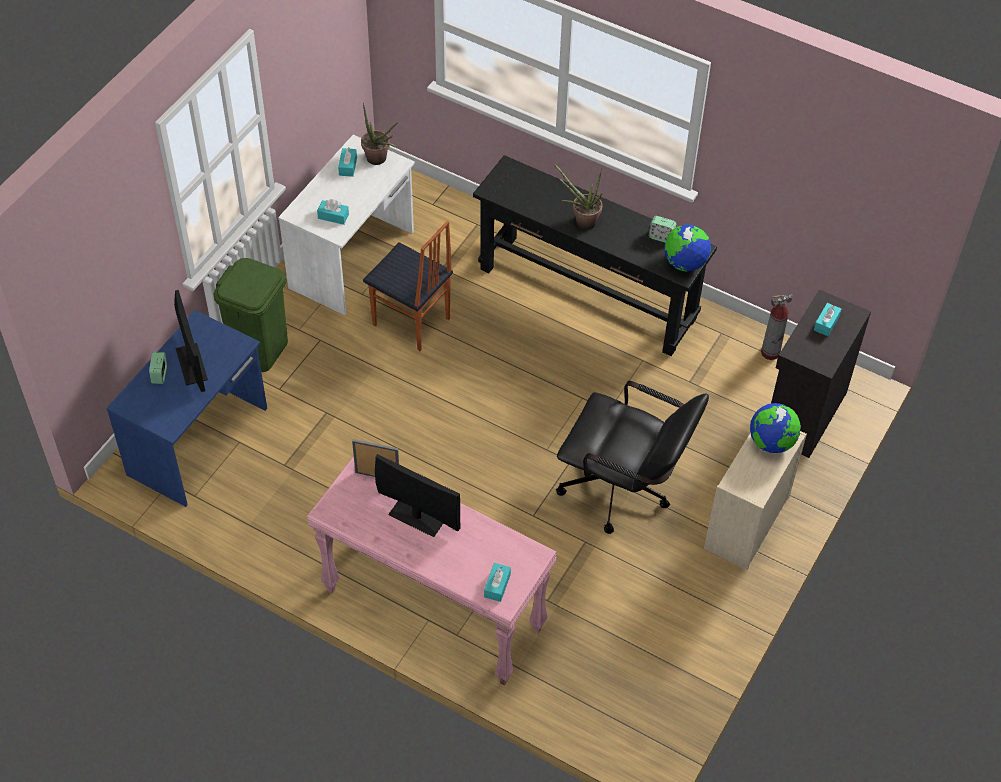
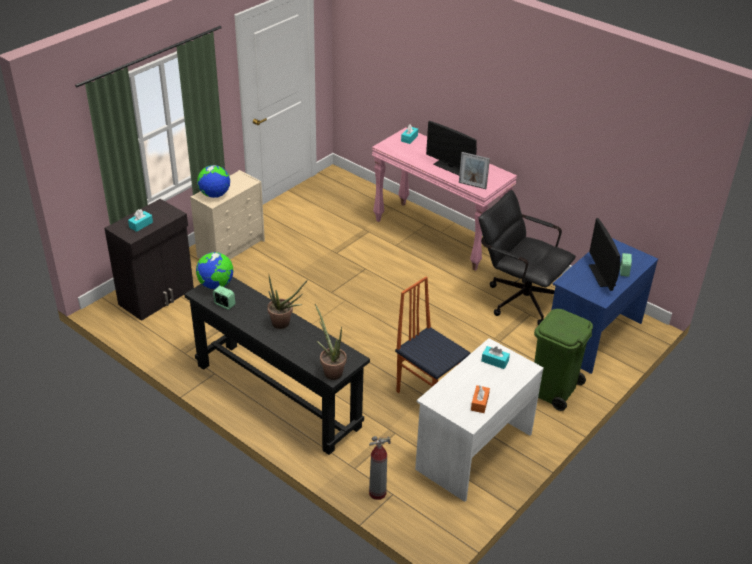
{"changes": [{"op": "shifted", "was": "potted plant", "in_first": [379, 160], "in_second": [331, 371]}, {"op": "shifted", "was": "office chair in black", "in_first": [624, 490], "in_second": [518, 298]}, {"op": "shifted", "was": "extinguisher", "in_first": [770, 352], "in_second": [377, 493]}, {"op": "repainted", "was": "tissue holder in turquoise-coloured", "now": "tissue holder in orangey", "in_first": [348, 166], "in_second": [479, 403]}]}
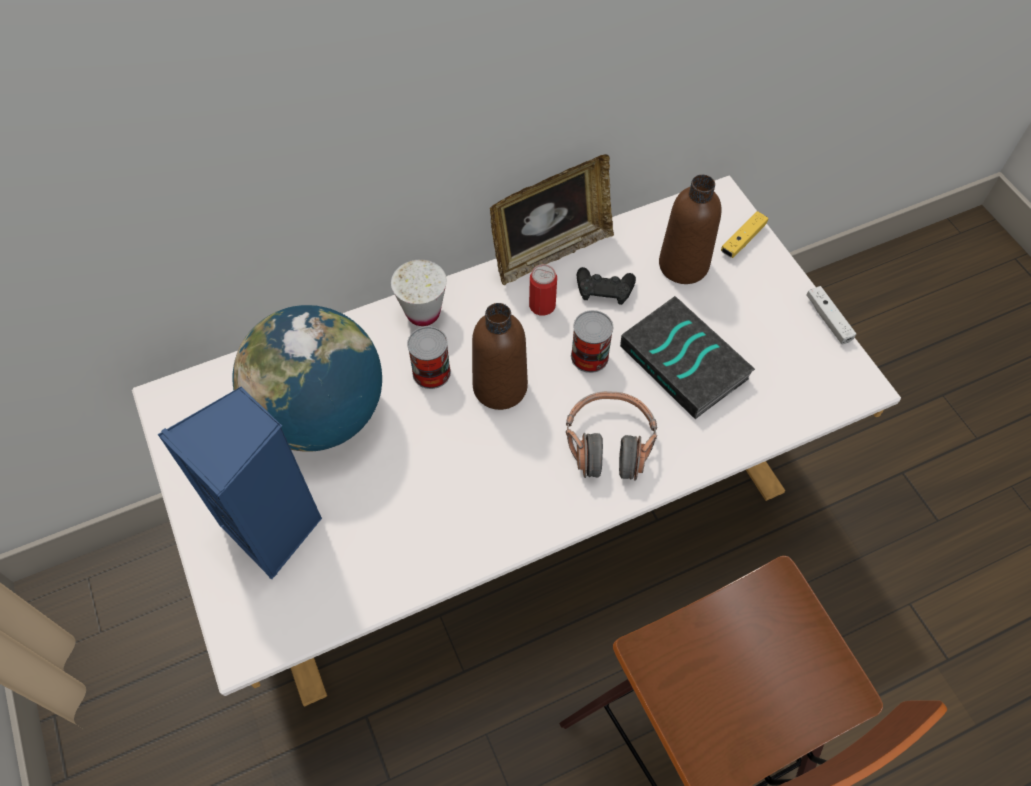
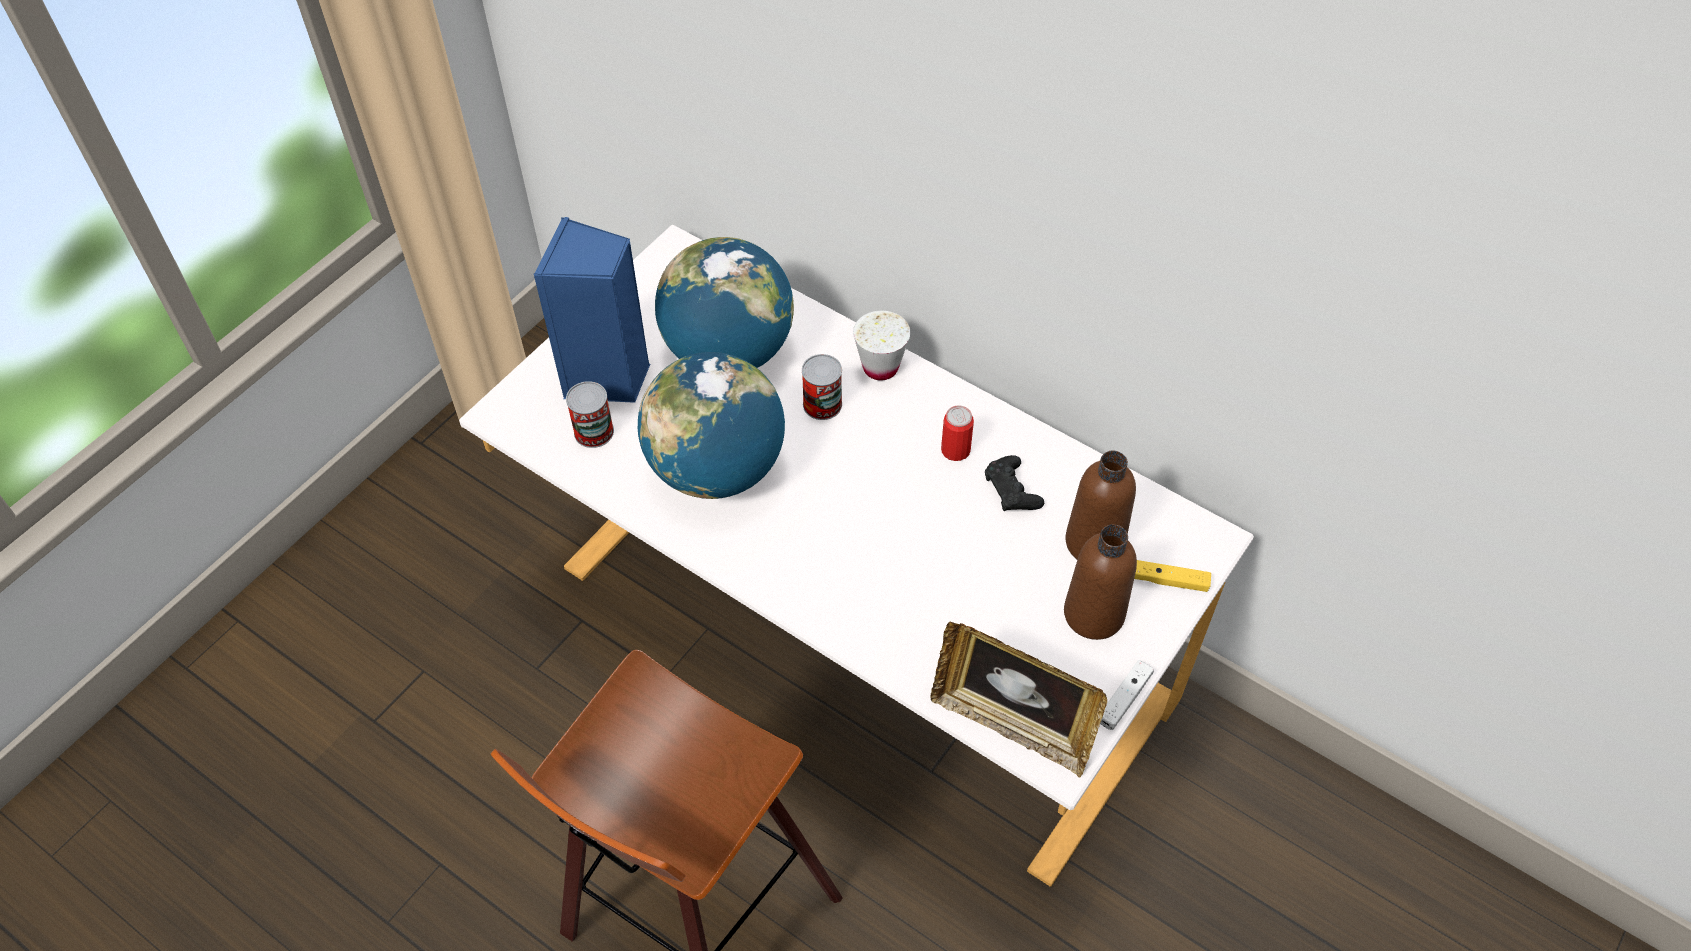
{"changes": [{"op": "gone", "was": "headphones", "in_first": [609, 444]}, {"op": "gone", "was": "volume", "in_first": [686, 362]}, {"op": "new", "now": "globe", "in_second": [716, 469]}, {"op": "shifted", "was": "beverage bottle in brownish", "in_first": [500, 387], "in_second": [1093, 614]}, {"op": "shifted", "was": "standing frame", "in_first": [550, 251], "in_second": [1012, 724]}, {"op": "shifted", "was": "metal can", "in_first": [589, 356], "in_second": [594, 432]}]}
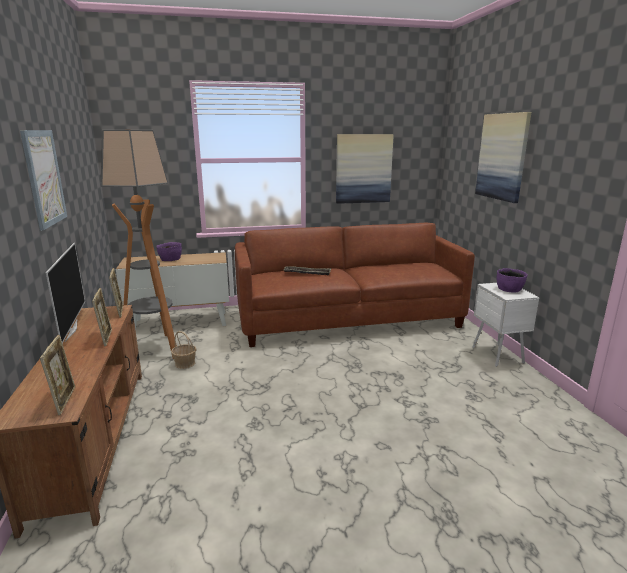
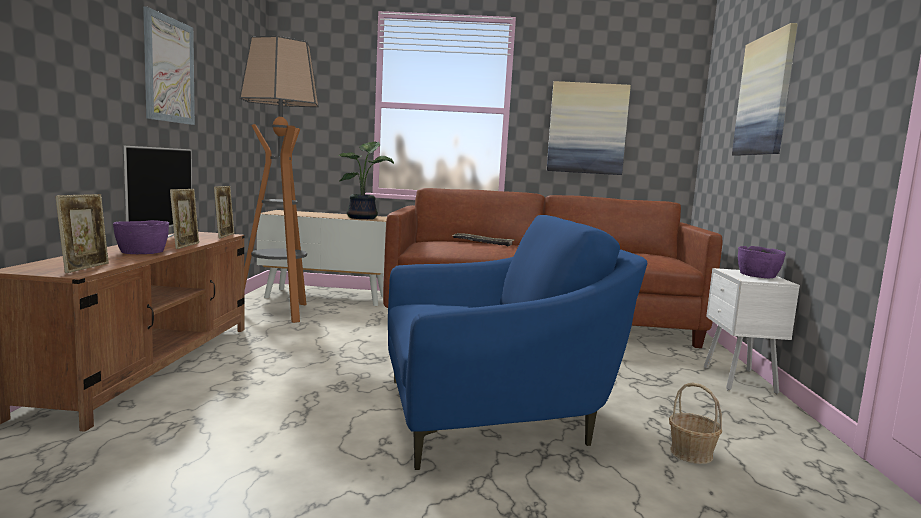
{"changes": [{"op": "new", "now": "potted plant", "in_second": [364, 218]}, {"op": "new", "now": "armchair in blue", "in_second": [493, 415]}, {"op": "shifted", "was": "deep dish in purple", "in_first": [170, 259], "in_second": [141, 252]}, {"op": "shifted", "was": "storage basket", "in_first": [185, 364], "in_second": [691, 454]}]}
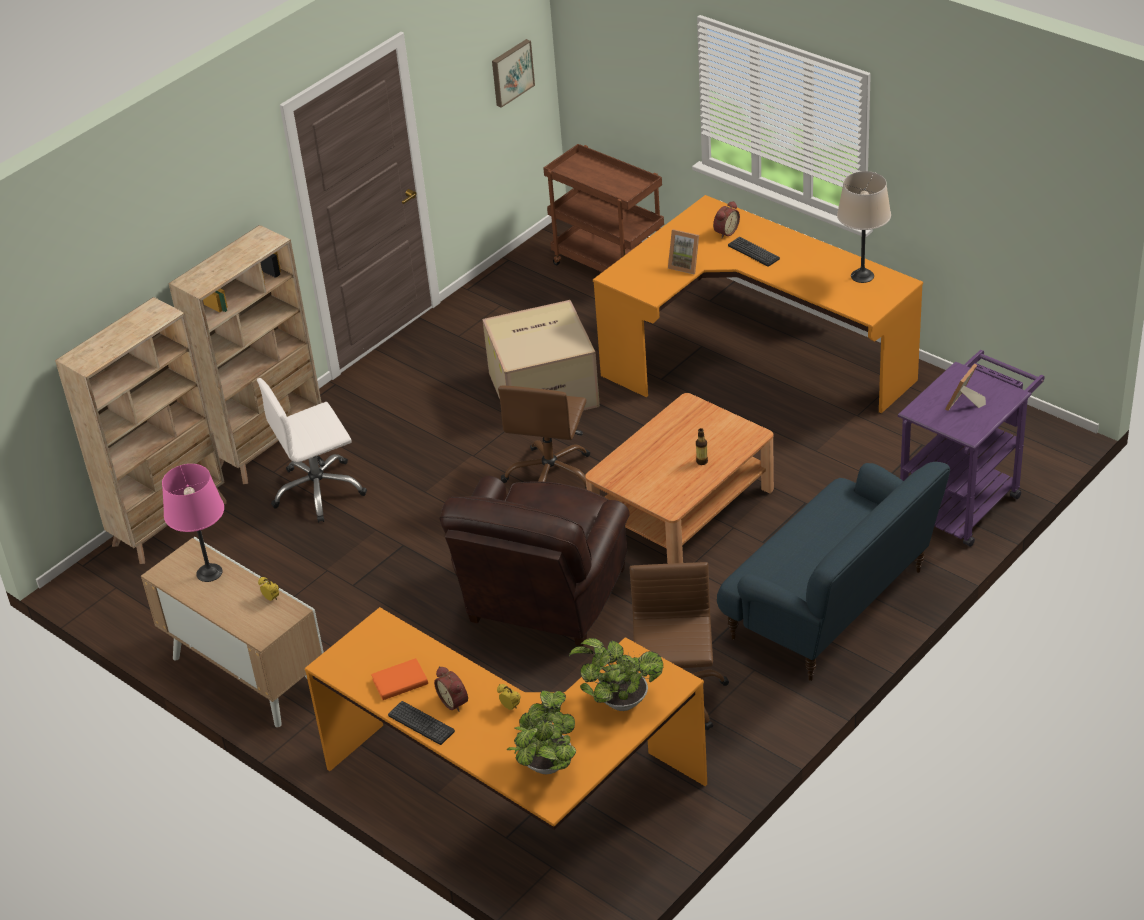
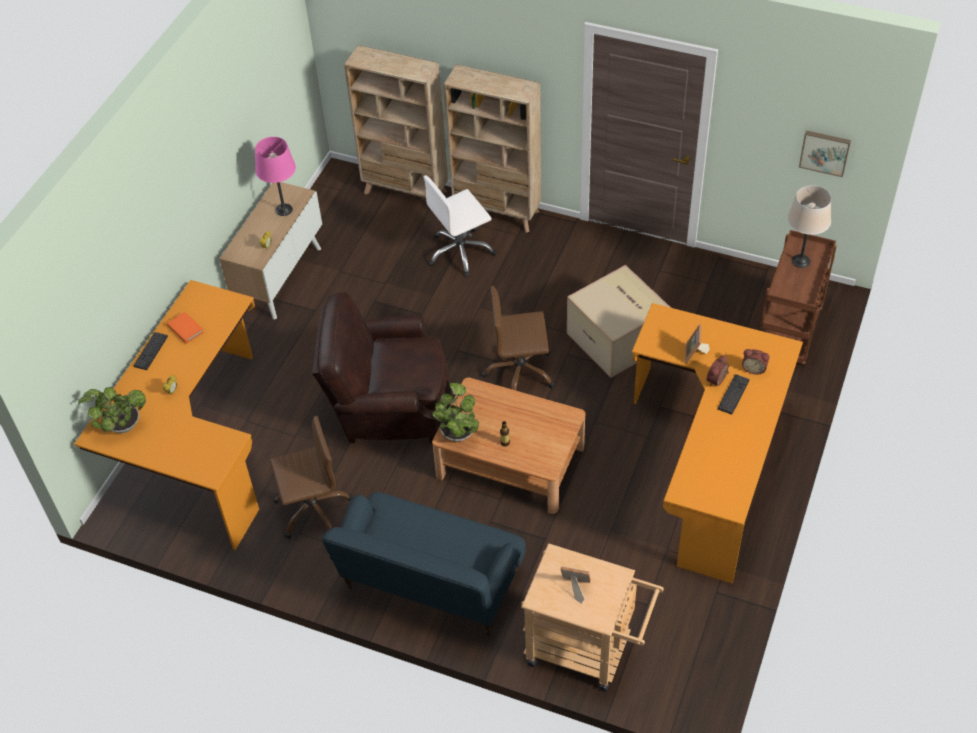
{"changes": [{"op": "shifted", "was": "bedside clock", "in_first": [455, 701], "in_second": [718, 381]}, {"op": "shifted", "was": "potted plant", "in_first": [619, 701], "in_second": [457, 432]}, {"op": "shifted", "was": "lamp for a table in beige-coloured", "in_first": [862, 276], "in_second": [801, 261]}, {"op": "repainted", "was": "wheeled cart in purple", "now": "wheeled cart in beige-coloured", "in_first": [965, 499], "in_second": [587, 650]}, {"op": "rotated", "was": "office chair in whitish", "in_first": [318, 491], "in_second": [460, 252], "clockwise": -75}]}
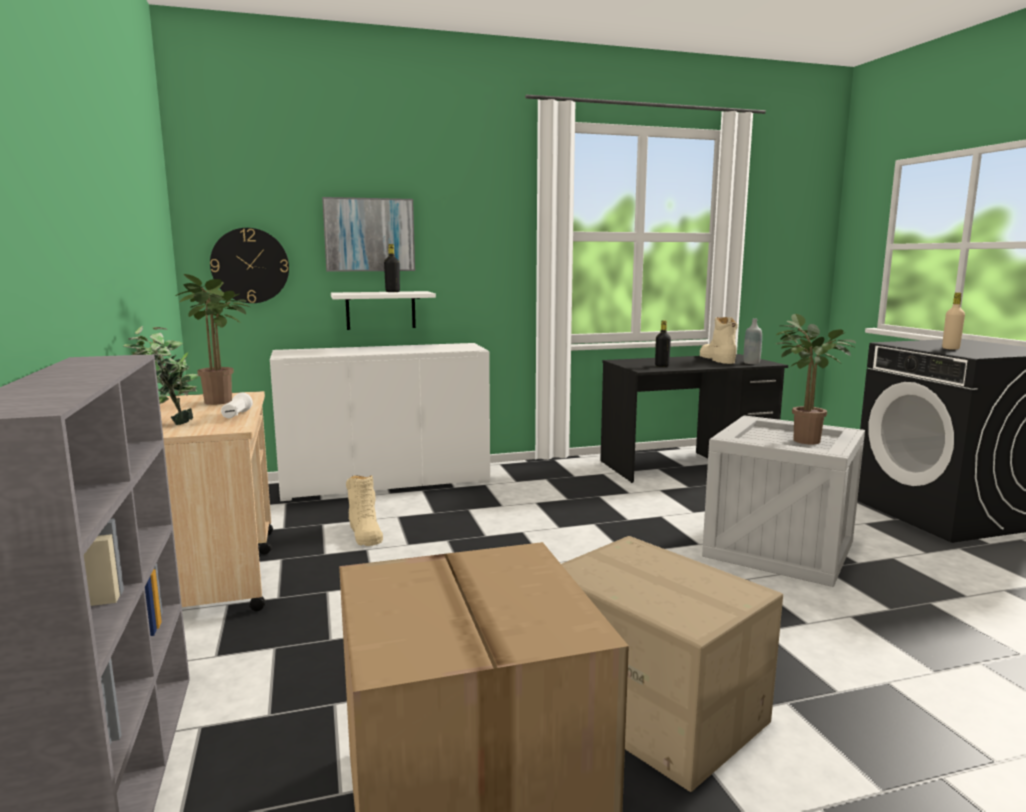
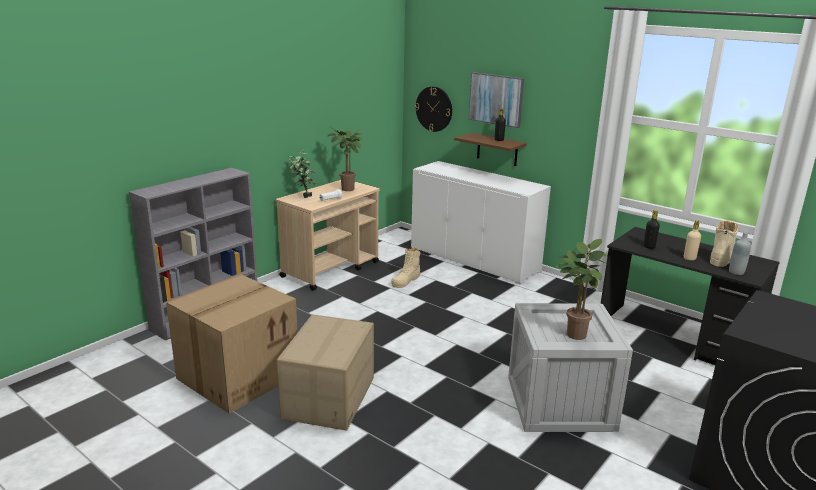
{"changes": [{"op": "shifted", "was": "beverage bottle in beige-coloured", "in_first": [950, 348], "in_second": [689, 258]}, {"op": "repainted", "was": "shelf in whitish", "now": "shelf in brownish", "in_first": [380, 310], "in_second": [497, 149]}]}
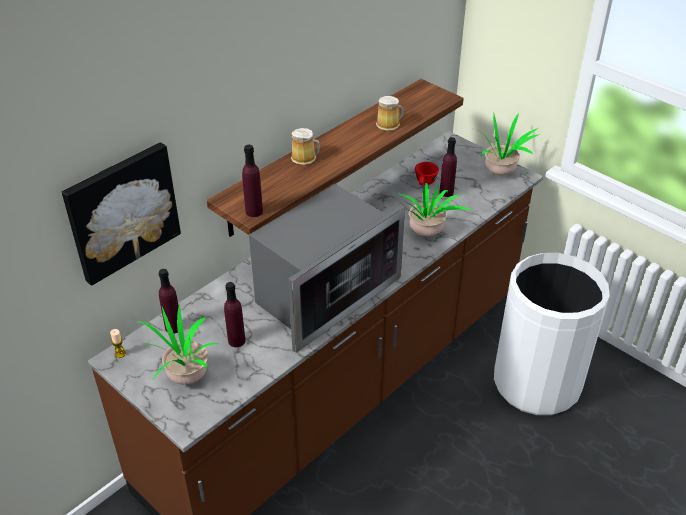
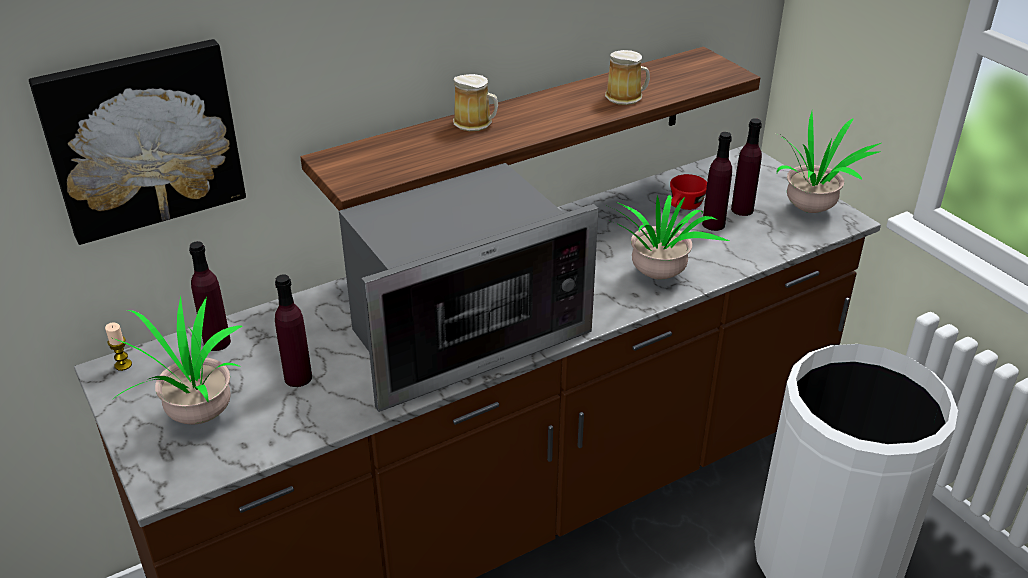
{"changes": [{"op": "shifted", "was": "beverage bottle in purple", "in_first": [254, 211], "in_second": [742, 209]}]}
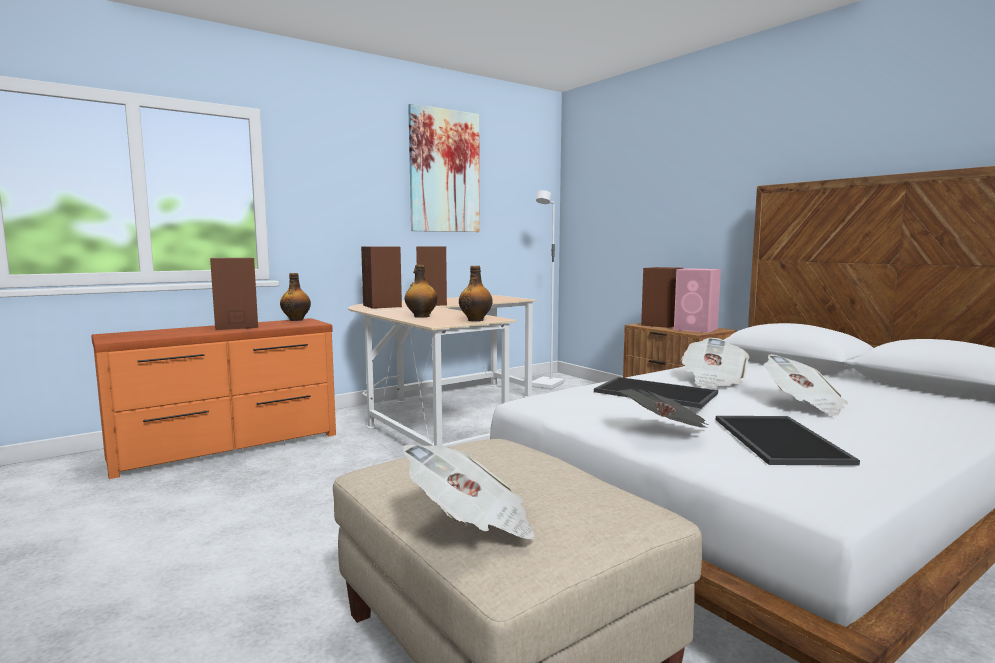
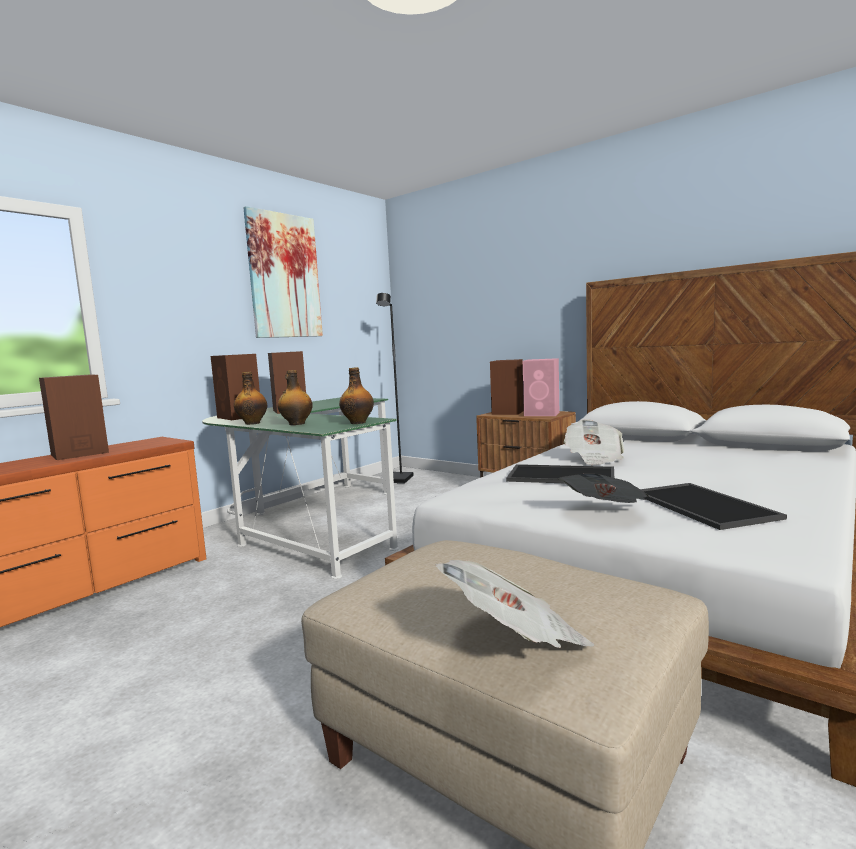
{"changes": [{"op": "gone", "was": "printed paper", "in_first": [804, 405]}, {"op": "shifted", "was": "beverage bottle", "in_first": [296, 320], "in_second": [252, 423]}, {"op": "repainted", "was": "desk unit in beige-coloured", "now": "desk unit in greenish", "in_first": [442, 416], "in_second": [311, 523]}, {"op": "repainted", "was": "standard lamp in whitish", "now": "standard lamp in black", "in_first": [547, 385], "in_second": [399, 479]}]}
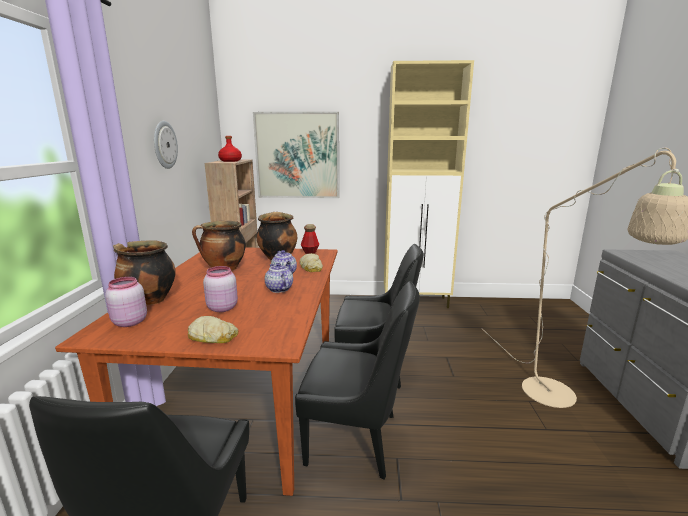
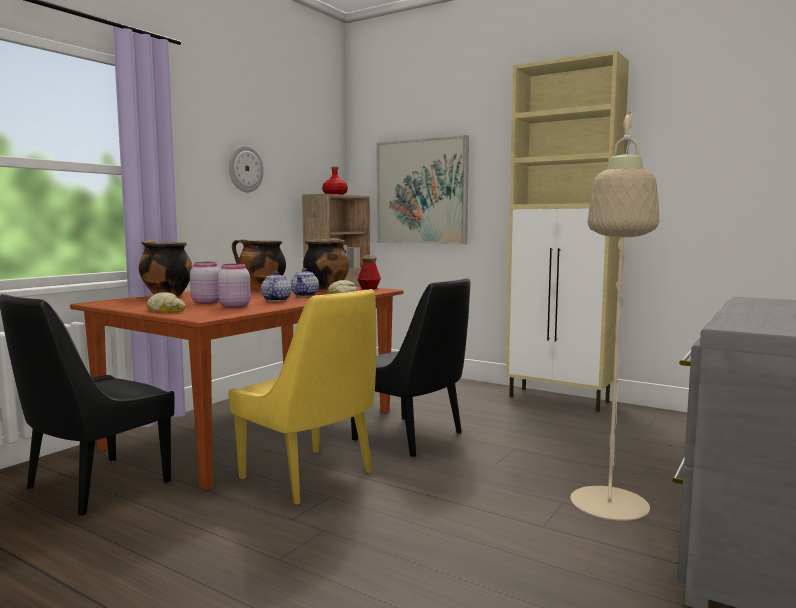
{"changes": [{"op": "shifted", "was": "jar in pink", "in_first": [129, 322], "in_second": [234, 306]}, {"op": "repainted", "was": "chair in black", "now": "chair in yellow", "in_first": [356, 439], "in_second": [310, 476]}]}
